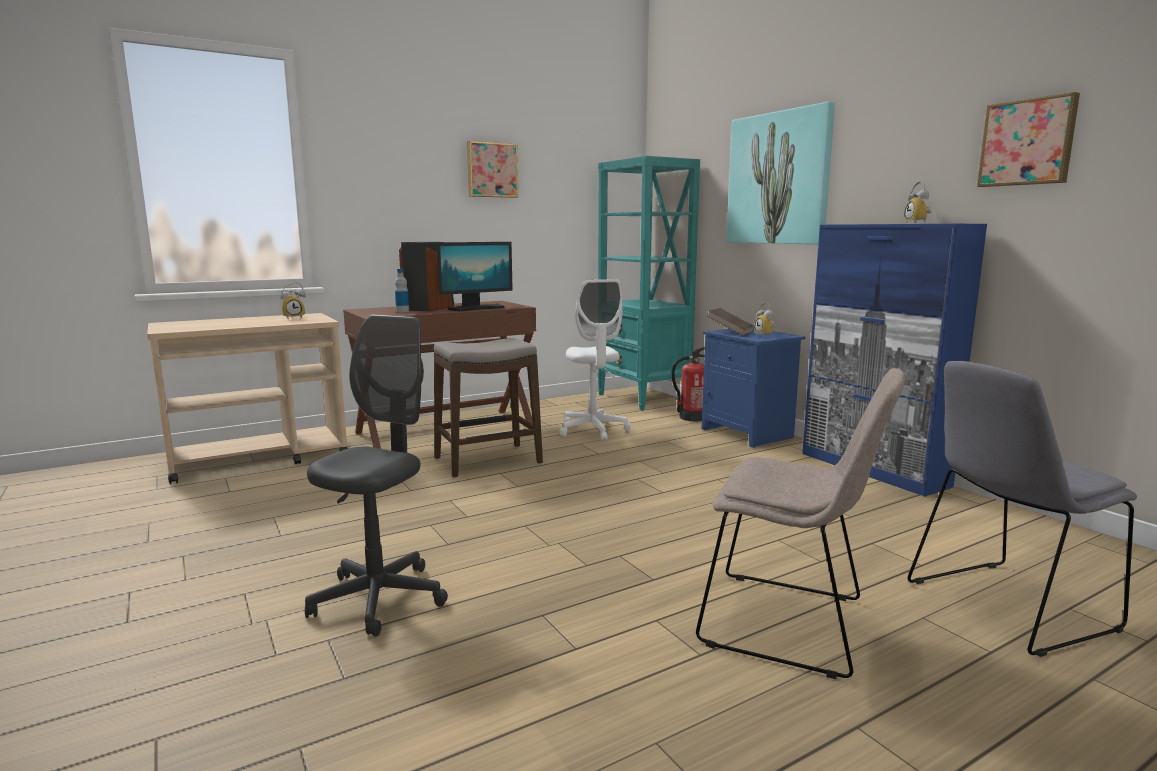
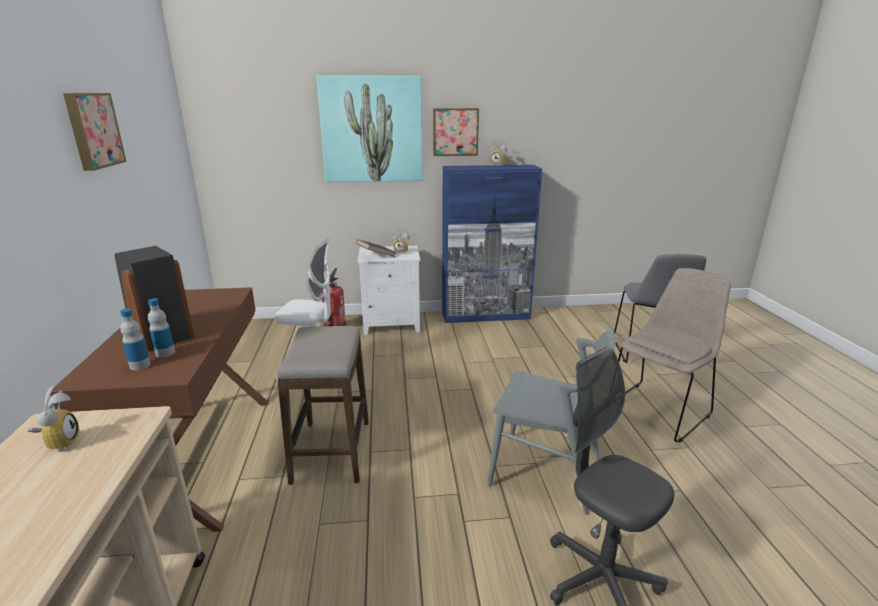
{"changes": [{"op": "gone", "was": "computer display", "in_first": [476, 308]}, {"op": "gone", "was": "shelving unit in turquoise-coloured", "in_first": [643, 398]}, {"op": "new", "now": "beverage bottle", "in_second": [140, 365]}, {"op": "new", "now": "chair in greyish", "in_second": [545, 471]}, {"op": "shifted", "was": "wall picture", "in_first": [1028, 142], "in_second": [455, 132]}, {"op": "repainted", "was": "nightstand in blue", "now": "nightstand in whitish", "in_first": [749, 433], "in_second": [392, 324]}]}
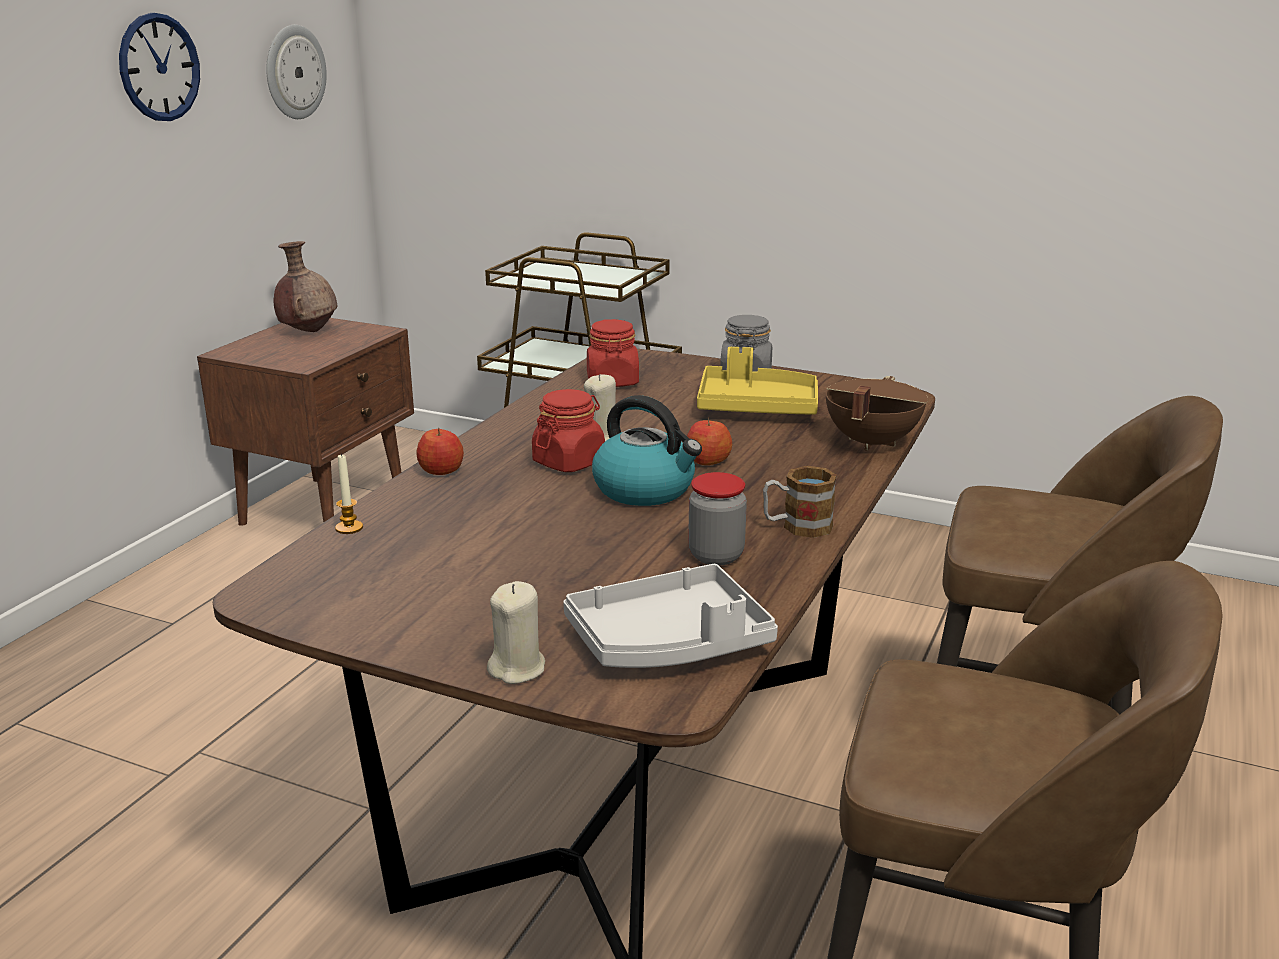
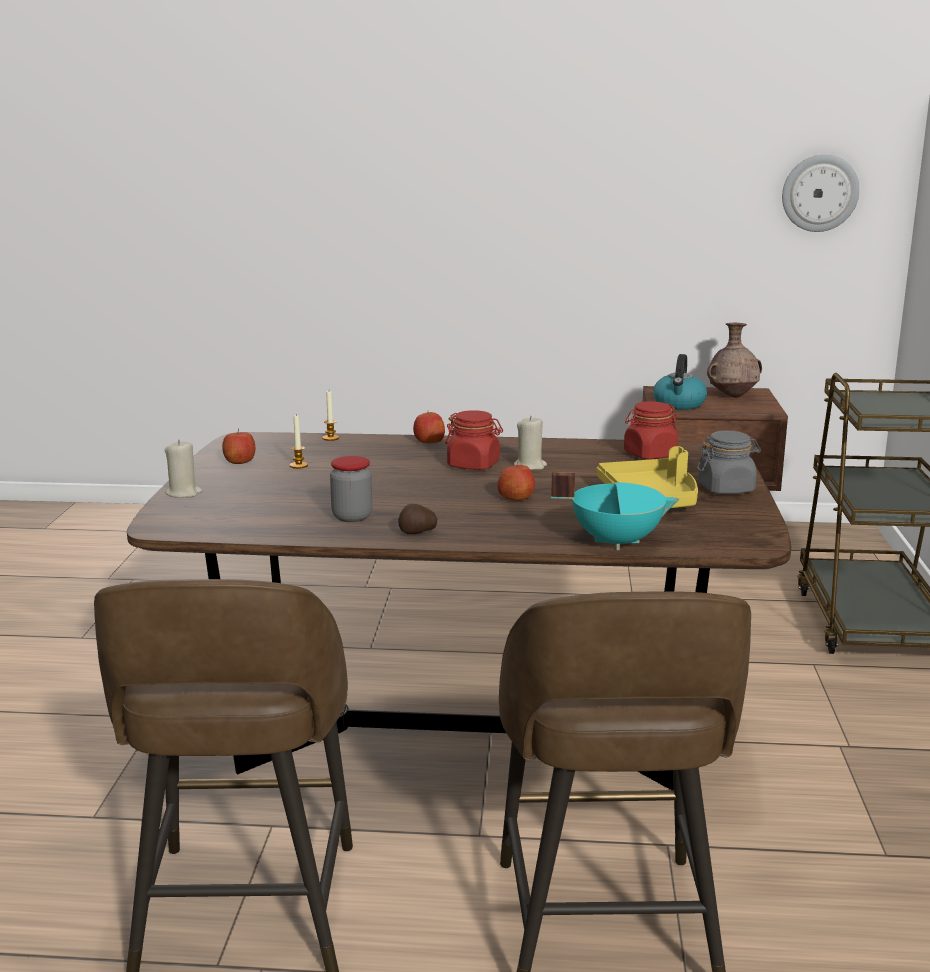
{"changes": [{"op": "gone", "was": "clock on the wall", "in_first": [159, 67]}, {"op": "gone", "was": "tray in greyish", "in_first": [670, 643]}, {"op": "new", "now": "apple", "in_second": [239, 461]}, {"op": "new", "now": "wax candle", "in_second": [298, 465]}, {"op": "shifted", "was": "kettle", "in_first": [645, 489], "in_second": [679, 404]}, {"op": "swapped", "was": "tea mug", "now": "spud", "in_first": [797, 526], "in_second": [417, 533]}, {"op": "repainted", "was": "cooking pot in brownish", "now": "cooking pot in turquoise-coloured", "in_first": [869, 442], "in_second": [616, 541]}]}
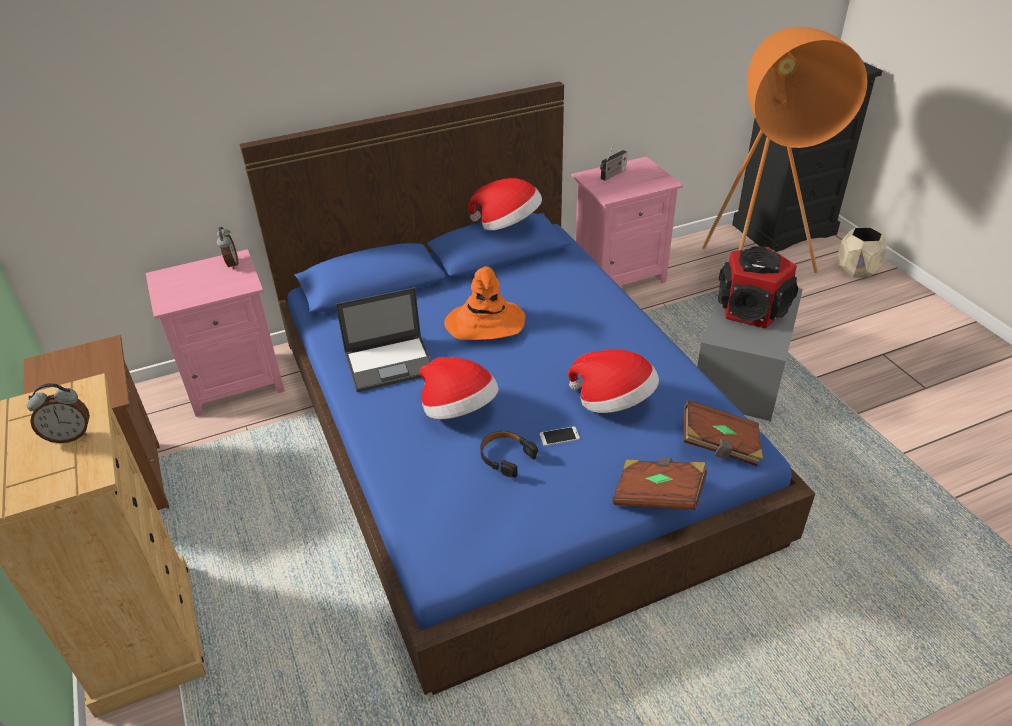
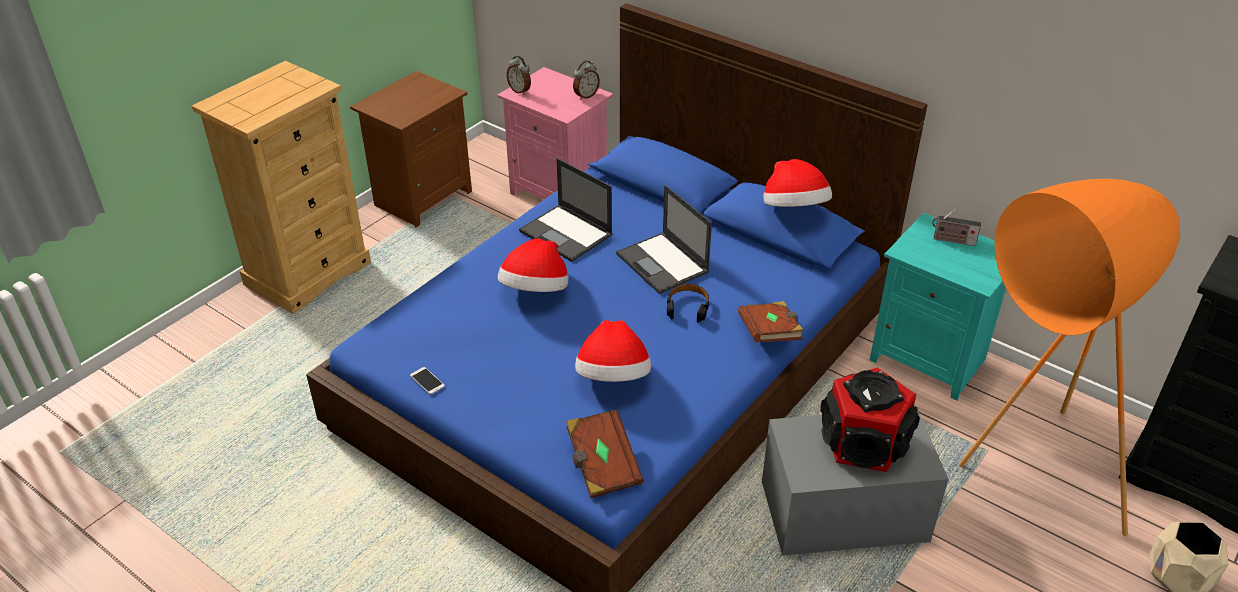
{"changes": [{"op": "shifted", "was": "bedside clock", "in_first": [70, 436], "in_second": [520, 91]}, {"op": "shifted", "was": "headphones in black", "in_first": [506, 457], "in_second": [687, 307]}, {"op": "shifted", "was": "phone", "in_first": [559, 436], "in_second": [427, 381]}, {"op": "shifted", "was": "volume in brownish", "in_first": [658, 495], "in_second": [770, 333]}, {"op": "swapped", "was": "wearable hat in orangey", "now": "notebook computer", "in_first": [485, 323], "in_second": [663, 263]}, {"op": "repainted", "was": "nightstand in pink", "now": "nightstand in turquoise-coloured", "in_first": [618, 275], "in_second": [929, 359]}]}
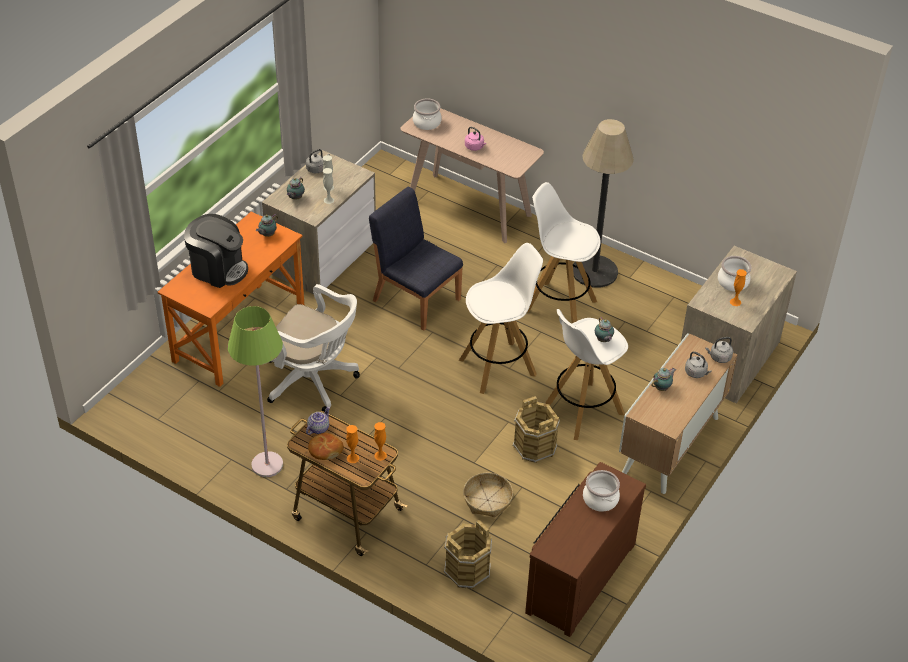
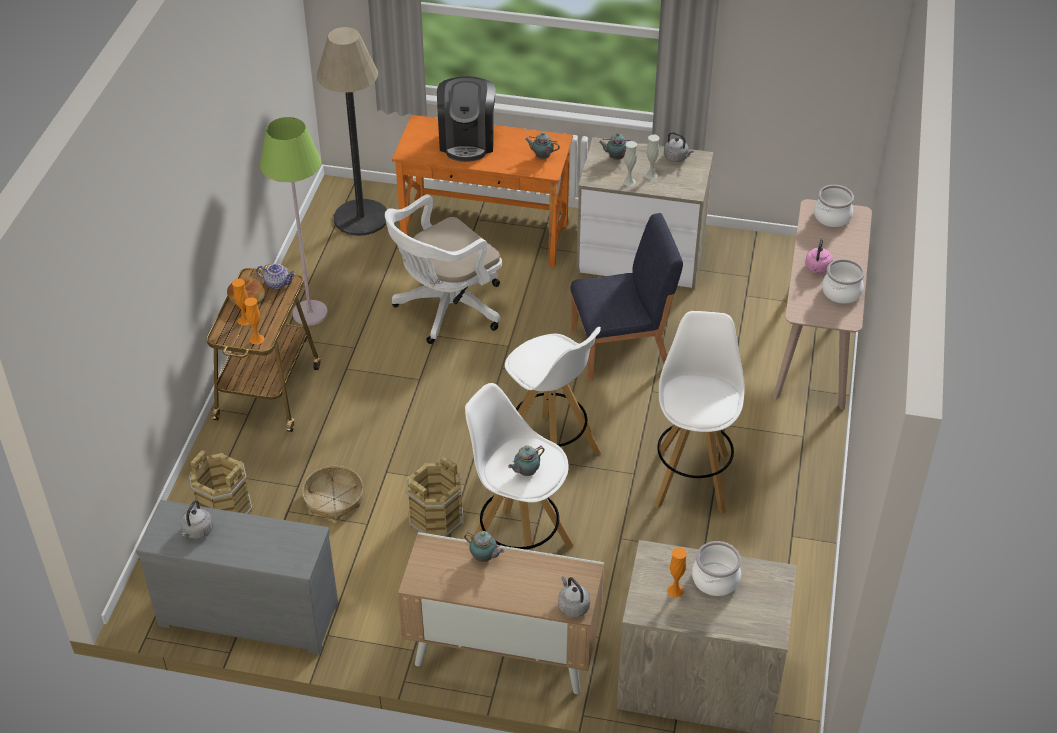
{"changes": [{"op": "shifted", "was": "standard lamp", "in_first": [594, 271], "in_second": [361, 218]}, {"op": "shifted", "was": "cooking pot", "in_first": [600, 499], "in_second": [842, 292]}, {"op": "shifted", "was": "kettle in greyish", "in_first": [696, 373], "in_second": [197, 531]}, {"op": "repainted", "was": "chest of drawers in brownish", "now": "chest of drawers in greyish", "in_first": [578, 576], "in_second": [250, 611]}, {"op": "rotated", "was": "office chair in whitish", "in_first": [314, 381], "in_second": [445, 309], "clockwise": 45}, {"op": "rotated", "was": "chair in blue", "in_first": [416, 299], "in_second": [622, 349], "clockwise": 60}]}
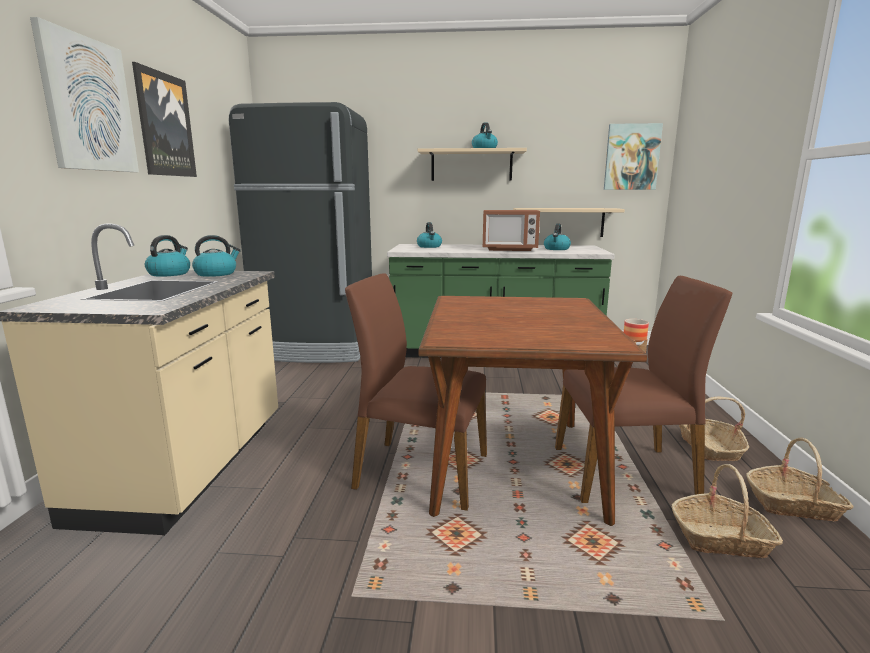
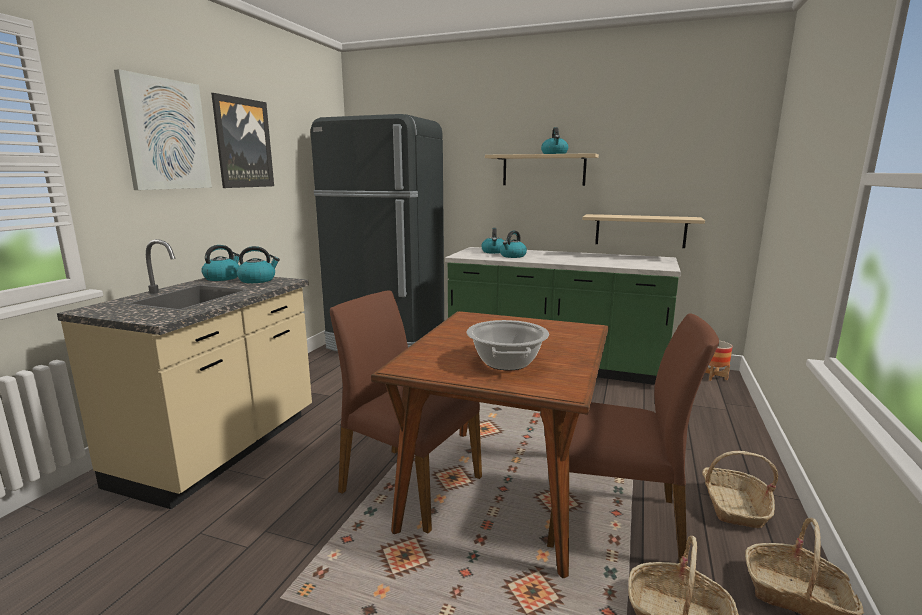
{"changes": [{"op": "gone", "was": "microwave oven", "in_first": [509, 249]}, {"op": "gone", "was": "wall picture", "in_first": [631, 157]}, {"op": "new", "now": "cooking pot", "in_second": [507, 362]}, {"op": "shifted", "was": "kettle", "in_first": [556, 249], "in_second": [512, 256]}]}
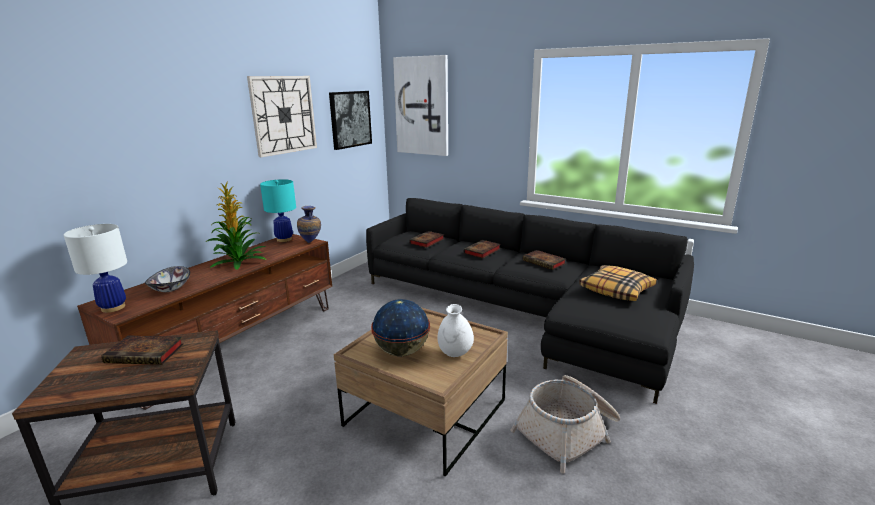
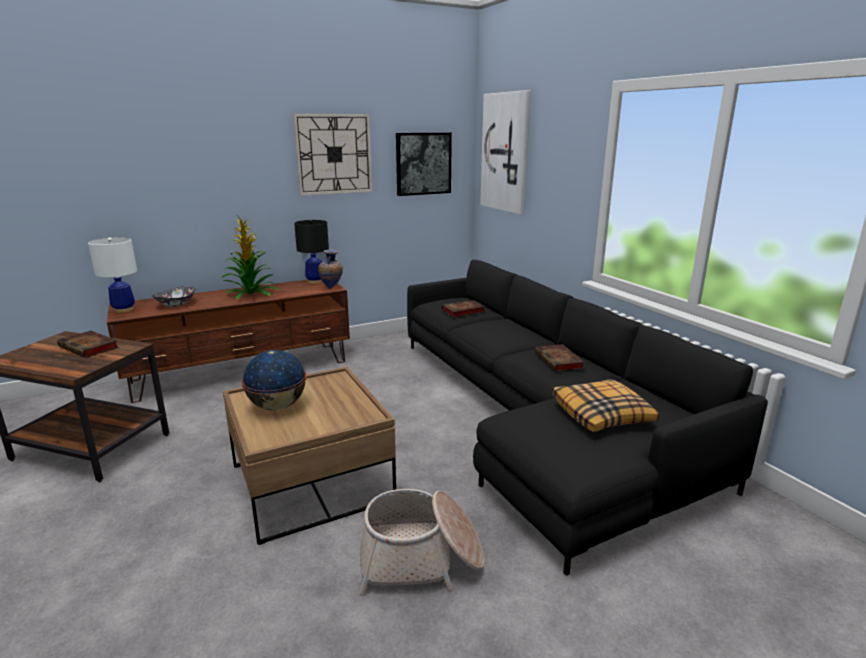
{"changes": [{"op": "gone", "was": "flower vase in whitish", "in_first": [455, 354]}, {"op": "gone", "was": "volume", "in_first": [482, 251]}, {"op": "repainted", "was": "lamp for a table in turquoise-coloured", "now": "lamp for a table in black", "in_first": [284, 239], "in_second": [315, 281]}]}
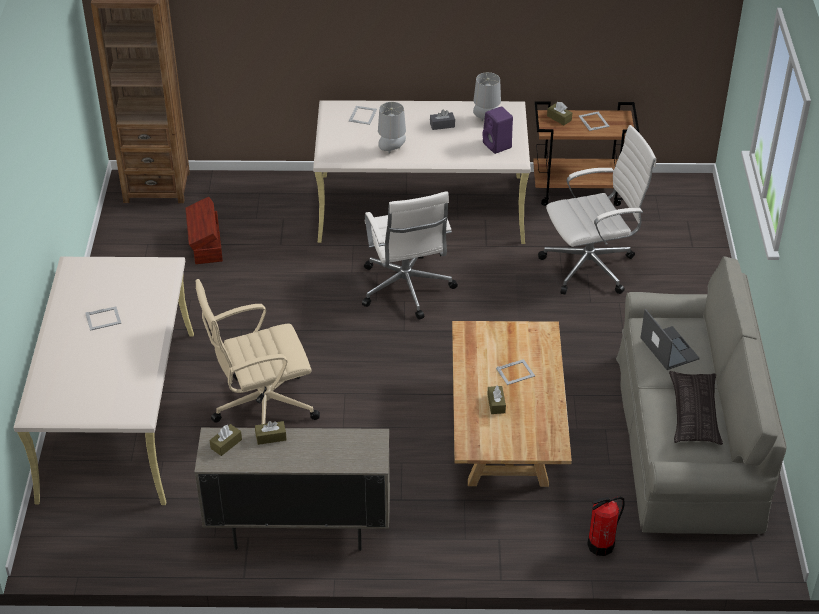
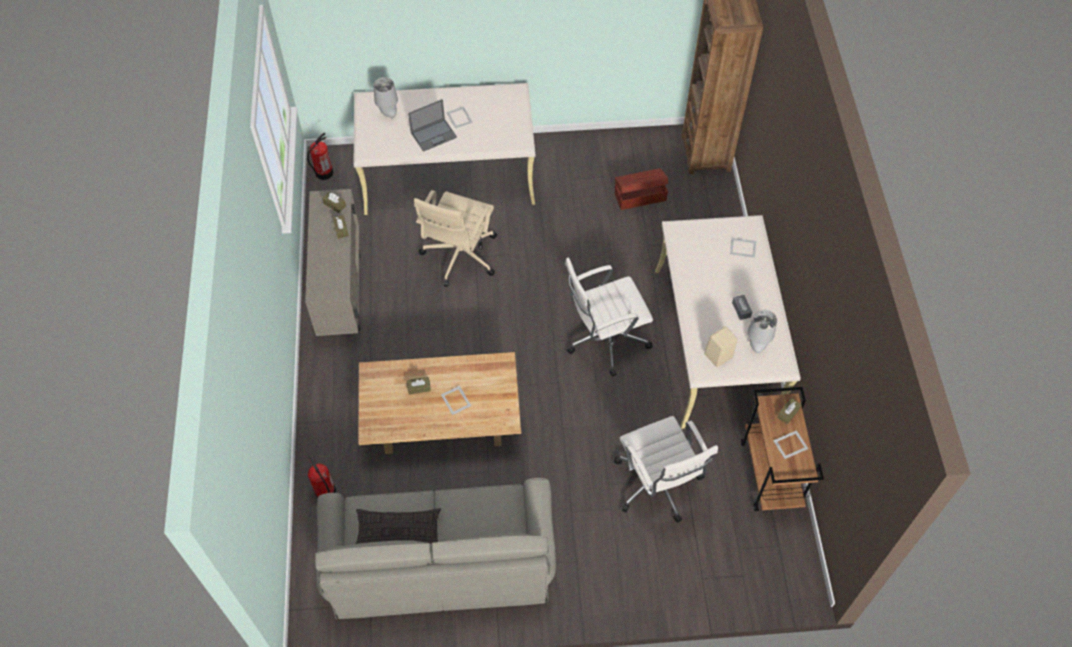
{"changes": [{"op": "new", "now": "extinguisher", "in_second": [324, 173]}, {"op": "shifted", "was": "lamp for a table in greyish", "in_first": [392, 150], "in_second": [388, 114]}, {"op": "shifted", "was": "notebook computer", "in_first": [668, 348], "in_second": [434, 135]}, {"op": "repainted", "was": "audio speaker in purple", "now": "audio speaker in beige-coloured", "in_first": [498, 146], "in_second": [718, 356]}, {"op": "rotated", "was": "office chair in beige-coloured", "in_first": [261, 408], "in_second": [459, 257], "clockwise": -135}]}
